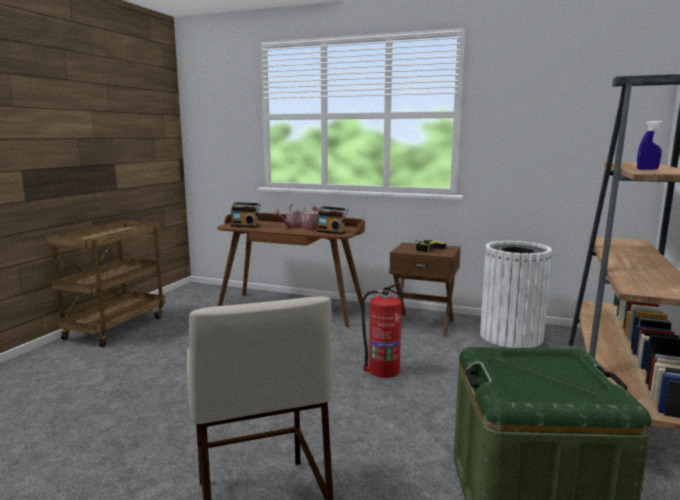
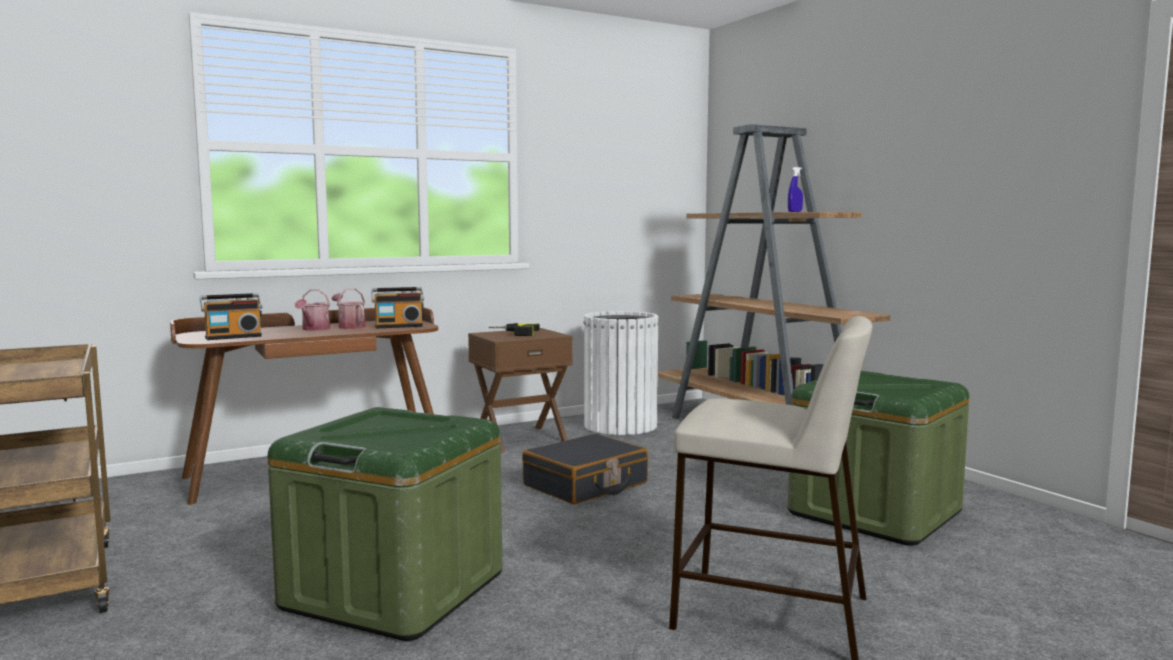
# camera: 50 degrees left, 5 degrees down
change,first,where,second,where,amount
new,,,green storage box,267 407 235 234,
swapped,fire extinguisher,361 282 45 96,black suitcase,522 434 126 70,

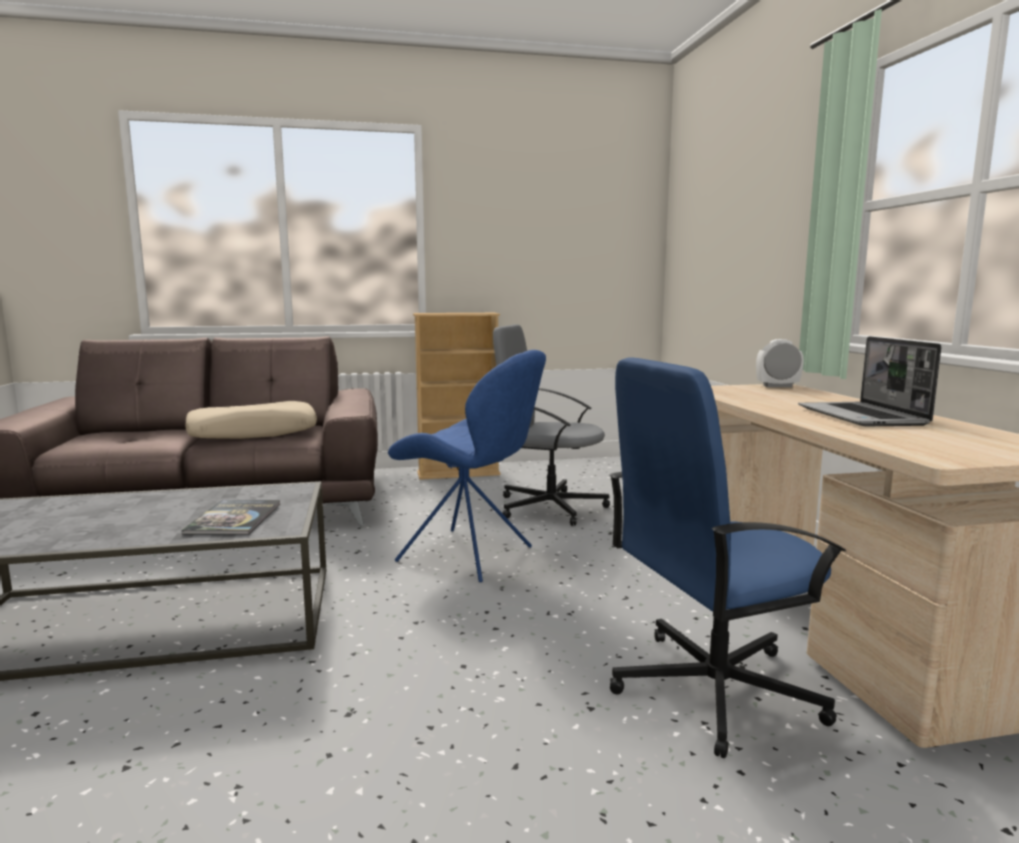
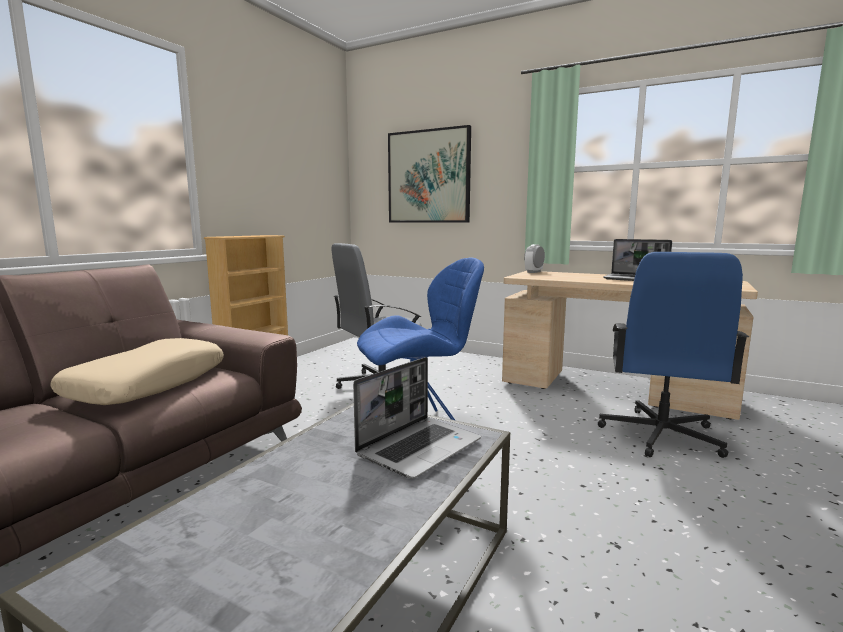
# camera: 50 degrees left, 0 degrees up
change,first,where,second,where,amount
swapped,book,181 500 100 35,laptop,353 357 128 121,
new,,,picture,388 125 83 98,

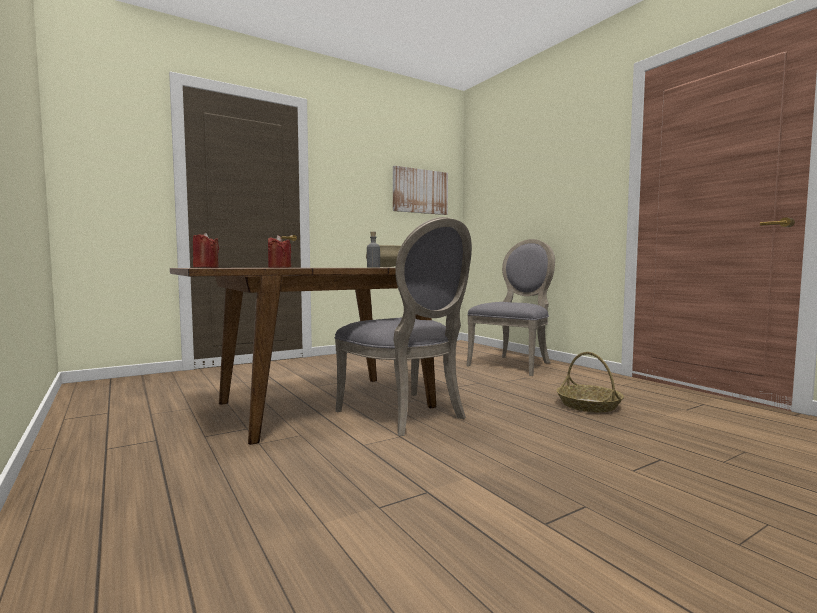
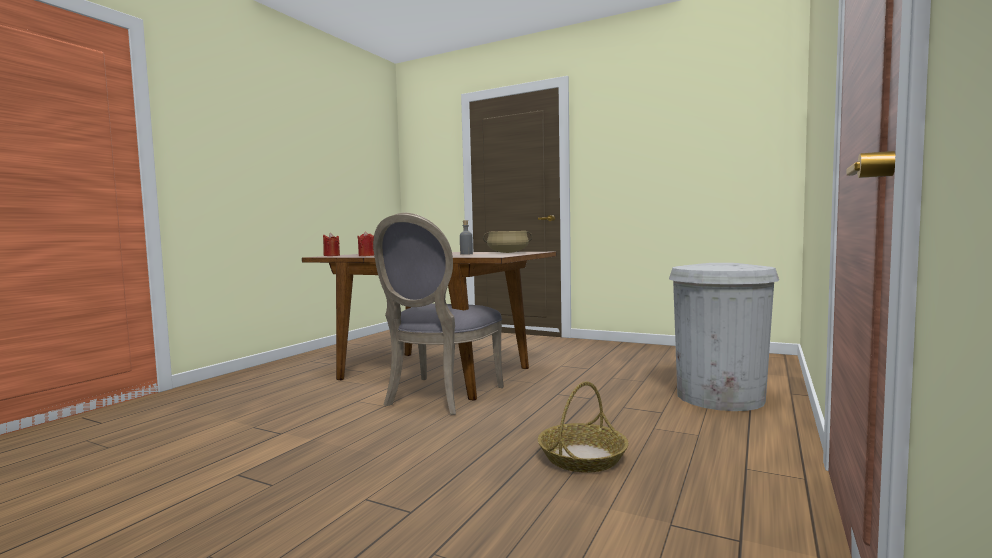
# camera: 60 degrees right, 0 degrees up
change,first,where,second,where,amount
swapped,grey chair,466 239 89 137,white trash can,669 263 110 148,
gone,picture,393 166 55 49,,,

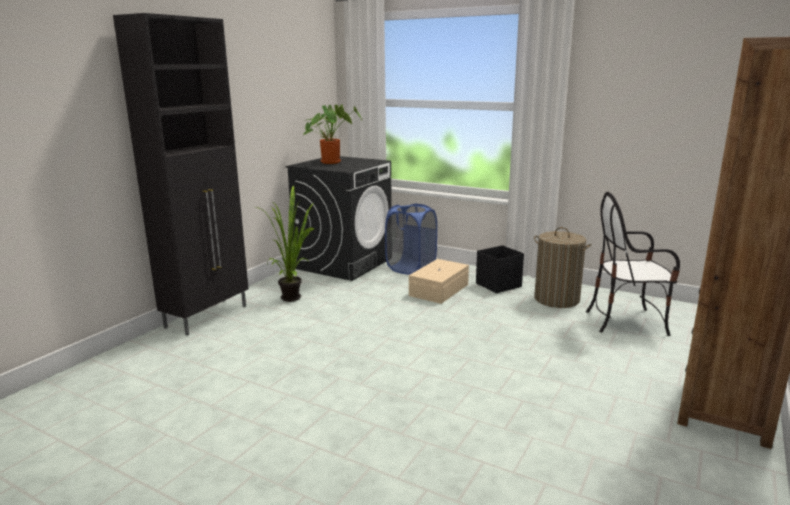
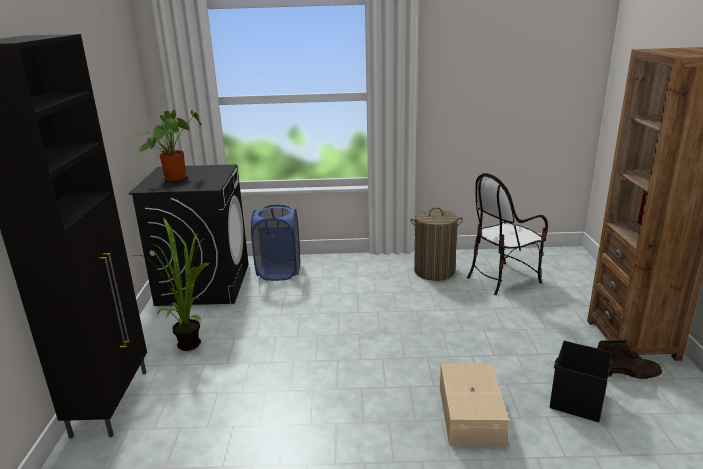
# camera: 30 degrees left, 5 degrees up
change,first,where,second,where,amount
shifted,beige storage box,409 259 60 45,,440 364 69 83,
shifted,black storage box,476 245 48 48,,550 341 62 81,
new,,,brown boot,597 339 65 40,

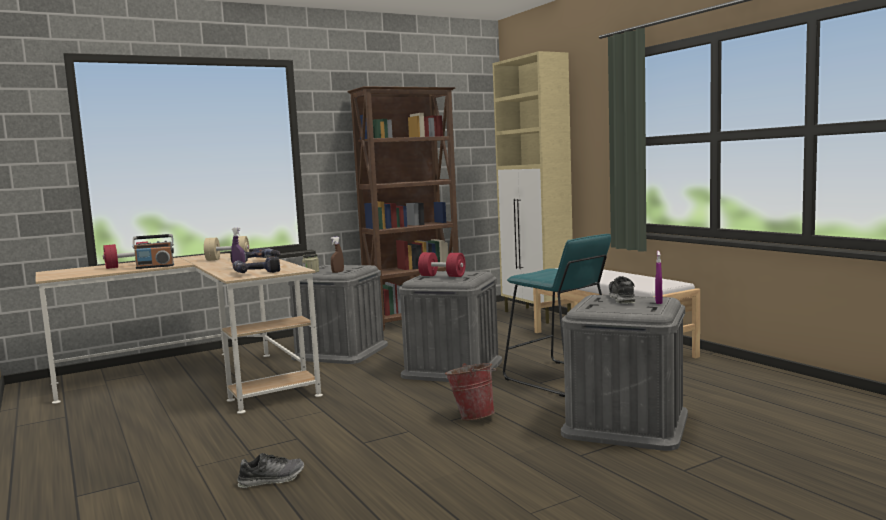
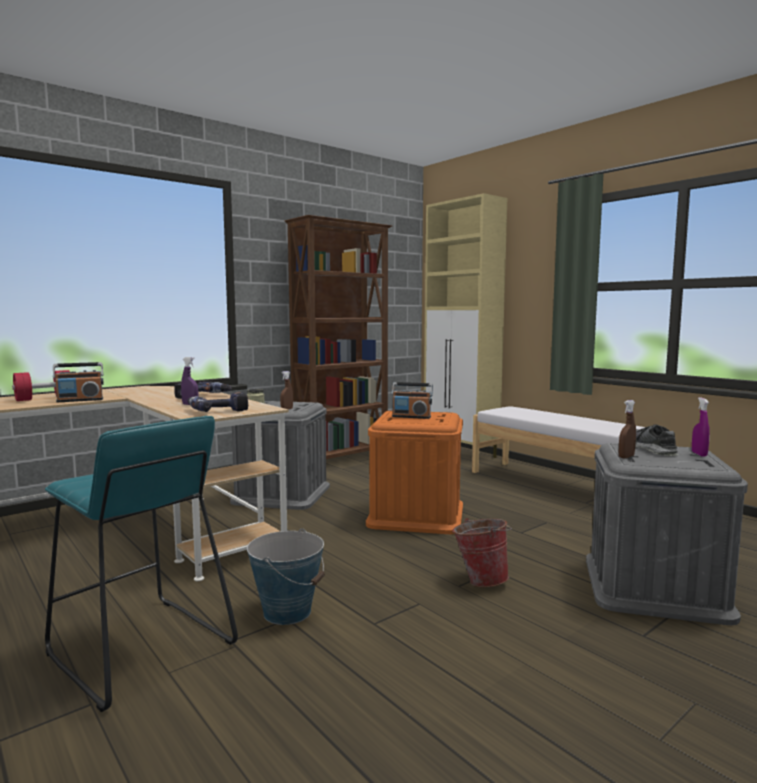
# camera: 10 degrees left, 0 degrees up
change,first,where,second,where,amount
shifted,turquoise stool,503 234 108 163,,45 416 193 296,
new,,,bucket,247 528 78 97,
repainted,grey storage box,399 271 103 111,orange storage box,366 411 97 123,
swapped,red dumbbell,418 252 48 25,radio,392 382 41 37,
new,,,brown spray bottle,619 400 17 58,
gone,beige dumbbell,204 236 45 25,,,
gone,shoe,238 453 66 35,,,

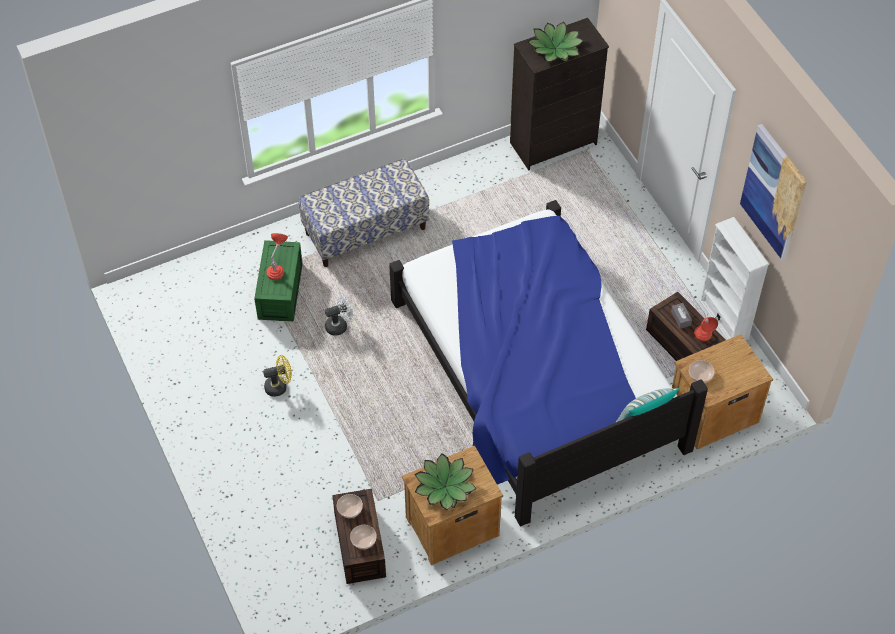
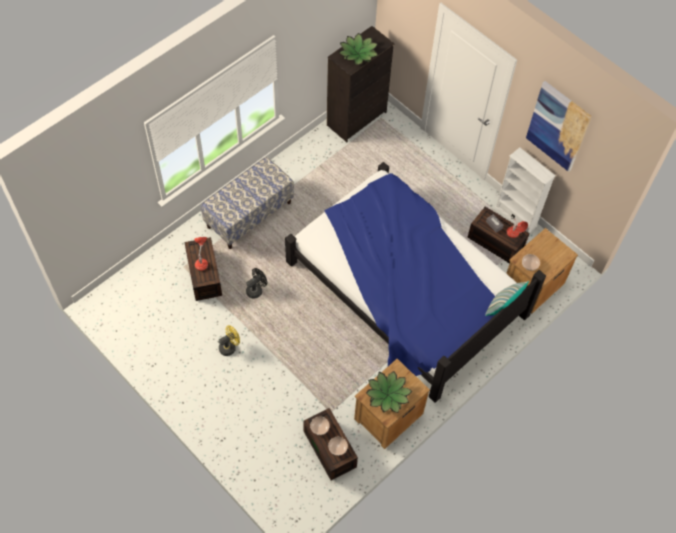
# camera: 20 degrees left, 5 degrees up
change,first,where,second,where,amount
repainted,green storage box,254 240 49 81,brown storage box,184 237 38 64,
repainted,white fan,325 294 28 42,black fan,246 268 21 31,

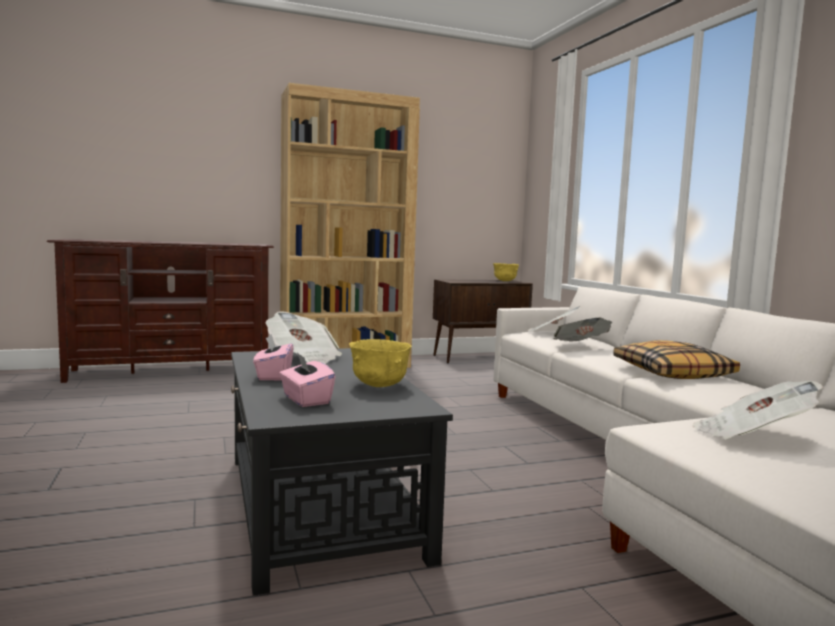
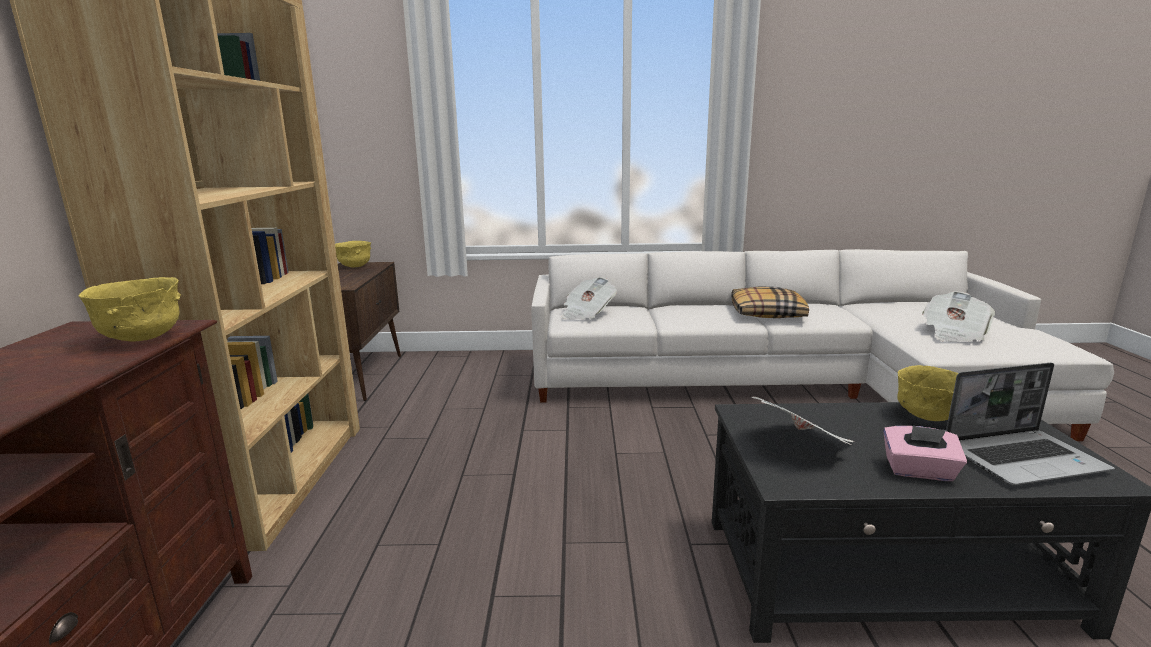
# camera: 70 degrees left, 10 degrees up
change,first,where,second,where,amount
new,,,yellow bowl,79 277 102 64,
swapped,pink tissue box,279 353 57 54,laptop,946 363 168 122,
gone,newspaper,553 318 59 23,,,

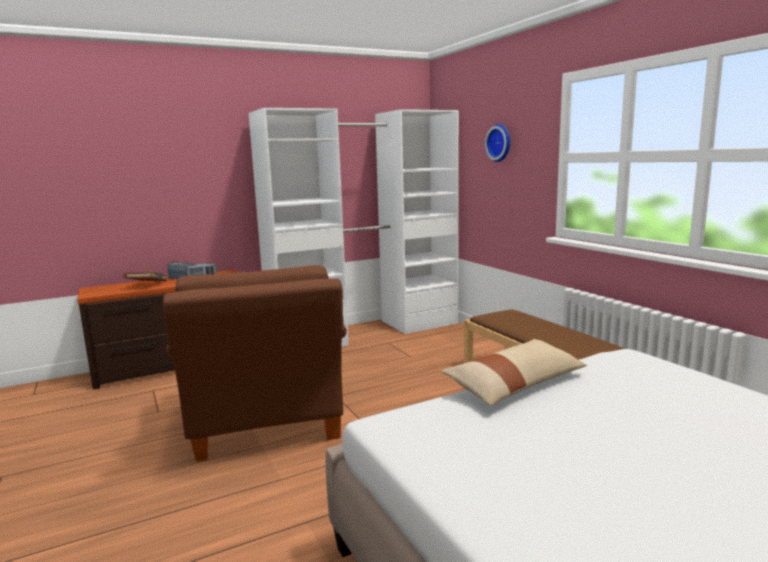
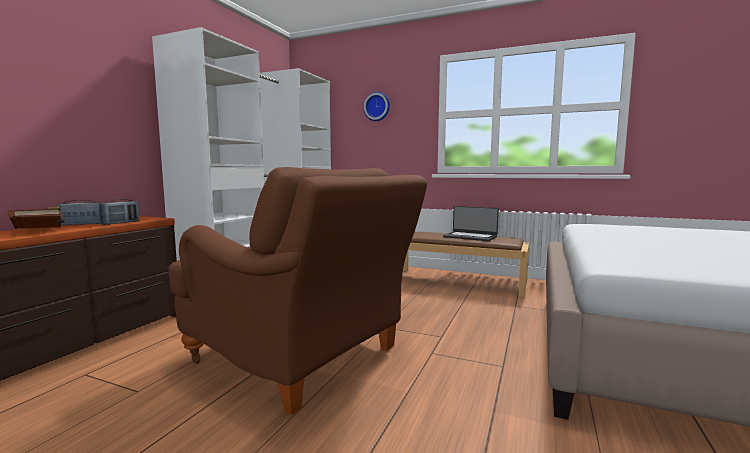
# camera: 40 degrees left, 5 degrees down
change,first,where,second,where,amount
new,,,laptop,443 206 56 35,
gone,beige pillow,441 339 146 67,,,

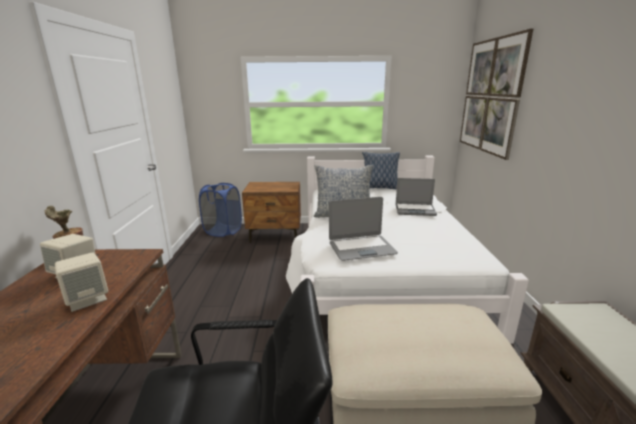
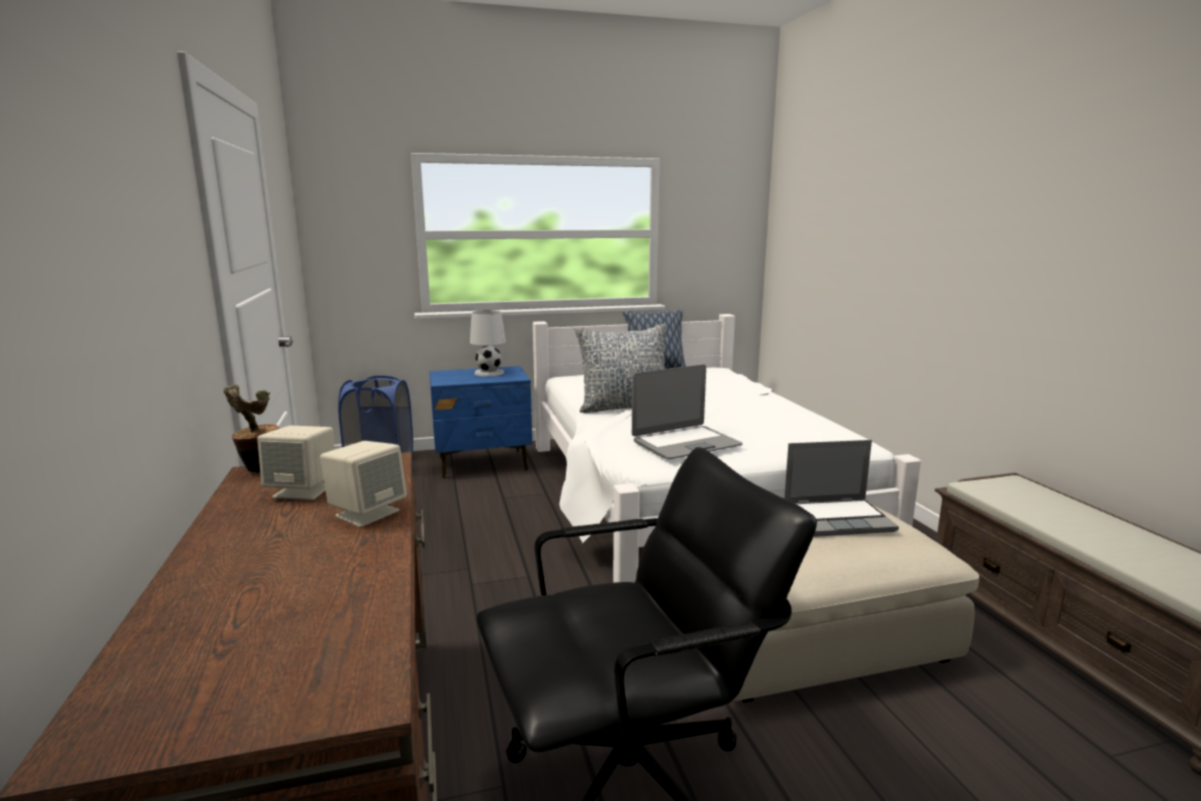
# camera: 15 degrees left, 5 degrees down
change,first,where,second,where,amount
repainted,brown nightstand,242 182 59 61,blue nightstand,429 366 103 112,
new,,,white table lamp,470 310 36 67,
shifted,laptop,396 178 41 38,,784 440 115 97,
gone,picture,460 29 73 131,,,

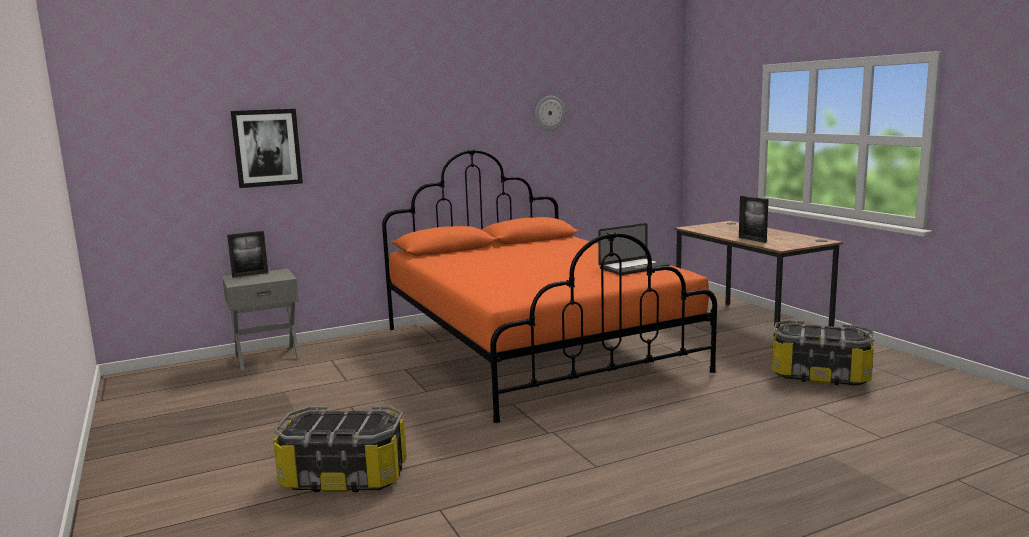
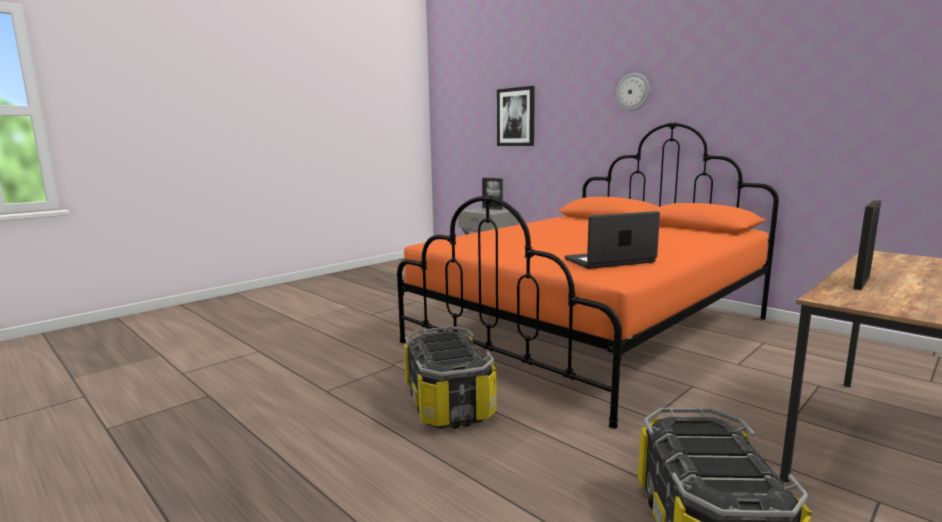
# camera: 70 degrees right, 0 degrees up
change,first,where,second,where,amount
shifted,storage box,273 406 134 86,,404 326 93 103,
rotated,laptop,598 223 71 52,,565 211 95 58,120 degrees clockwise
shifted,wall clock,535 96 31 35,,616 73 34 38,

